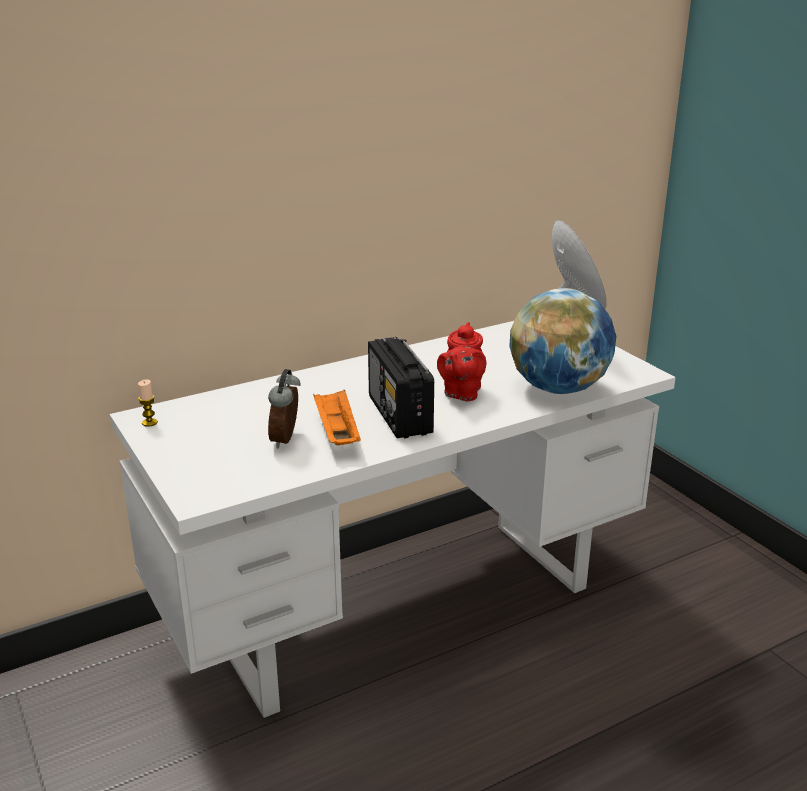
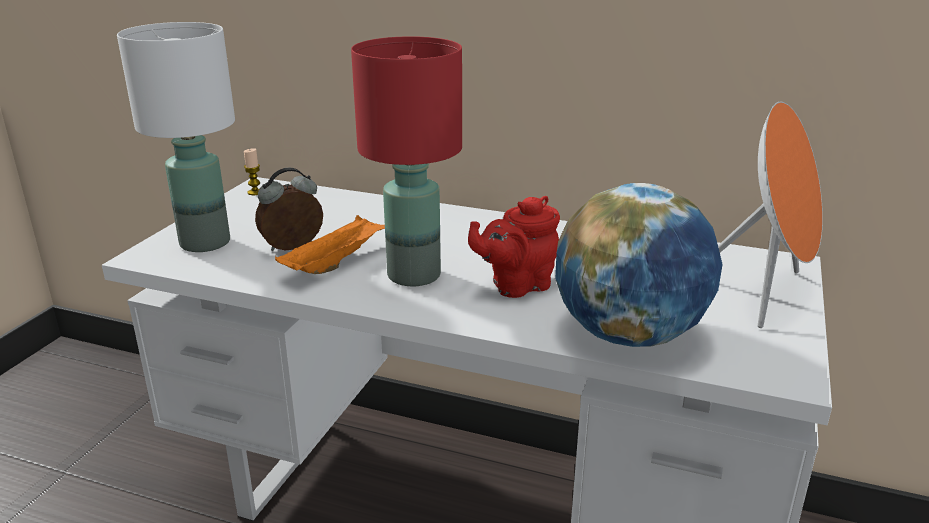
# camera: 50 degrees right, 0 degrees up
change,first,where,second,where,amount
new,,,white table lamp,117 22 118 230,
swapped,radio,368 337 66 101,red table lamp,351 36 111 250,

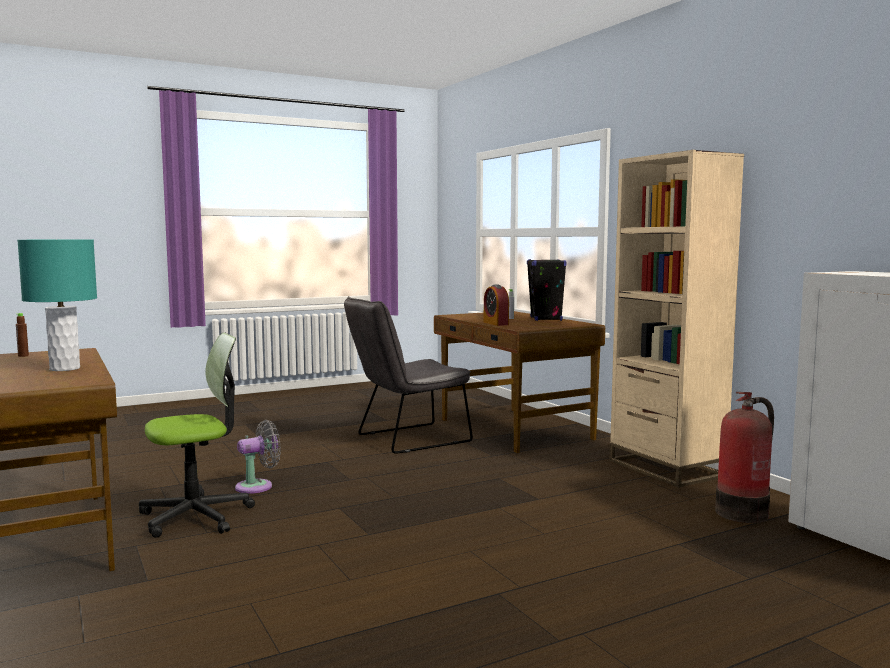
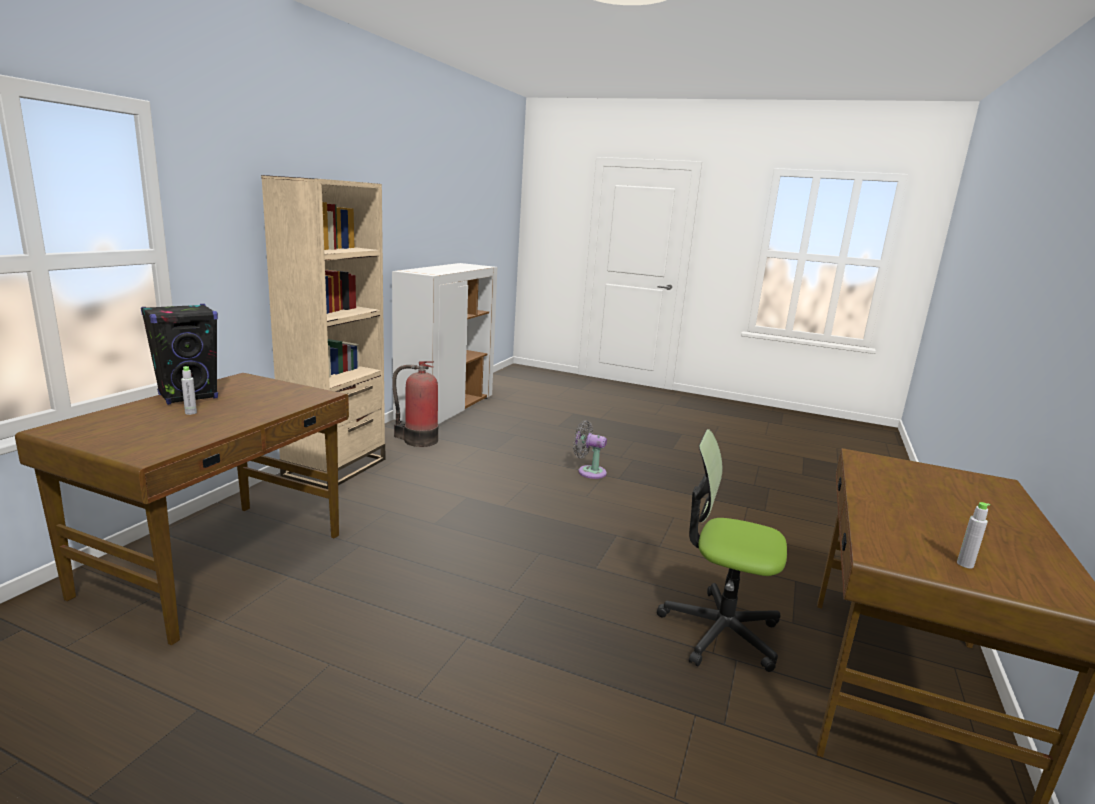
# camera: 130 degrees left, 10 degrees up
change,first,where,second,where,amount
shifted,grey fan,235 420 46 74,,573 420 34 59,
repainted,brown bottle,16 313 13 44,grey bottle,957 502 33 67,
gone,turquoise table lamp,17 240 80 131,,,
gone,grey chair,344 297 129 157,,,
gone,alarm clock,484 284 25 42,,,

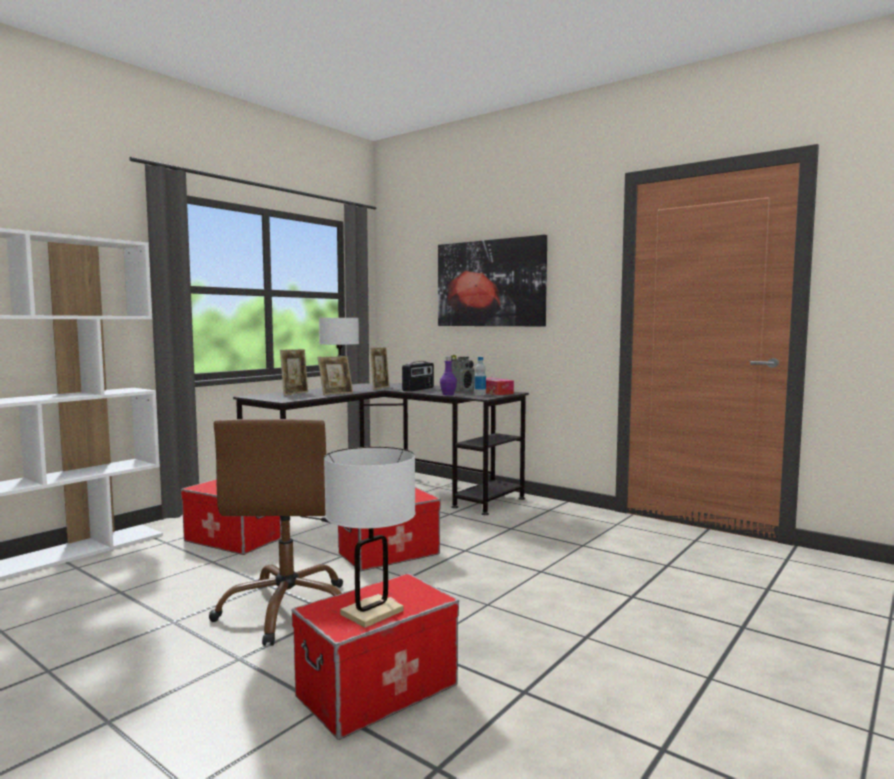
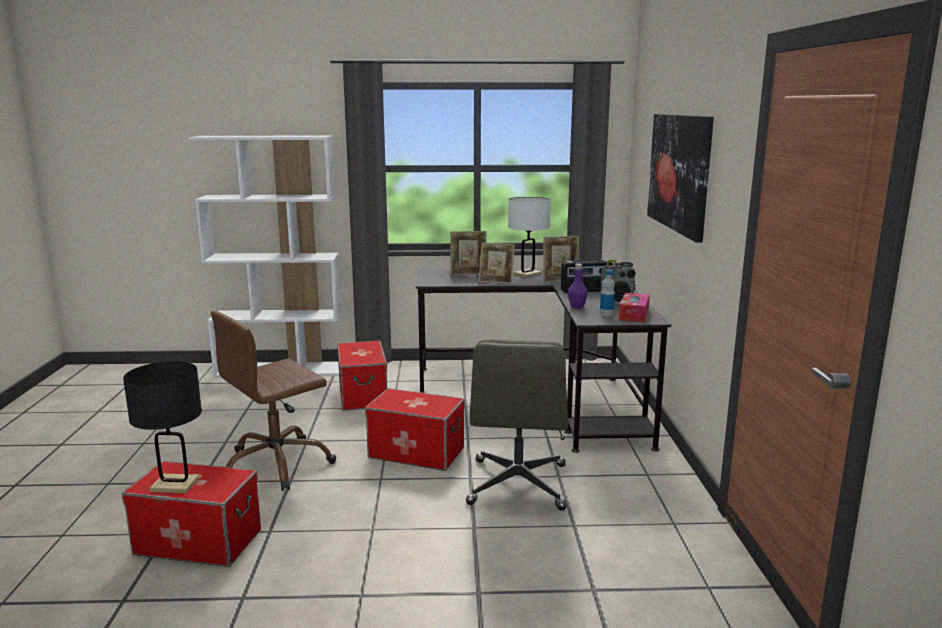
# camera: 50 degrees right, 10 degrees up
change,first,where,second,where,amount
repainted,white table lamp,324 447 92 181,black table lamp,123 361 79 132,
new,,,grey office chair,466 339 102 172,

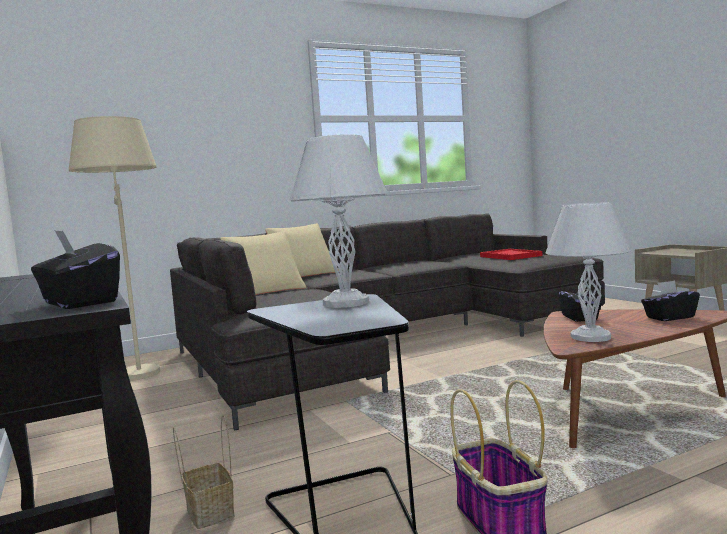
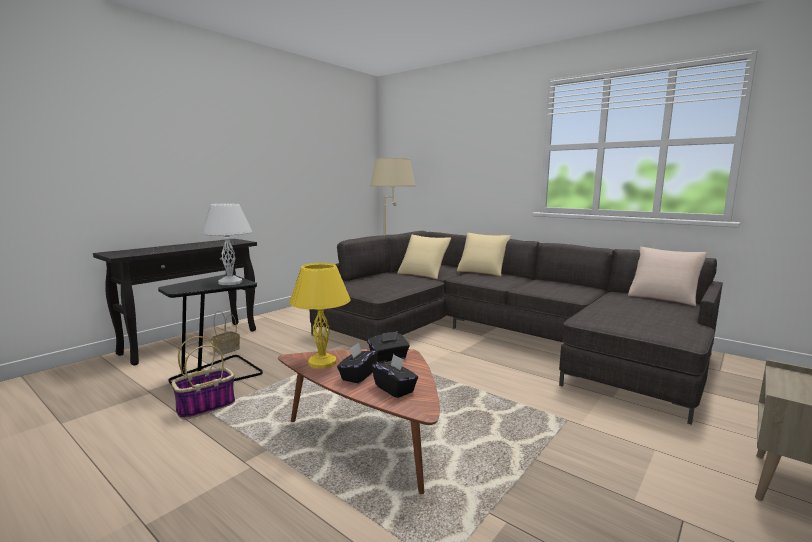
# camera: 65 degrees right, 5 degrees up
change,first,where,second,where,amount
repainted,white table lamp,546 202 85 140,yellow table lamp,289 263 62 106,
shifted,black tissue box,31 230 89 79,,337 343 41 40,
new,,,beige pillow,628 247 79 59,
gone,red tray,480 249 62 11,,,

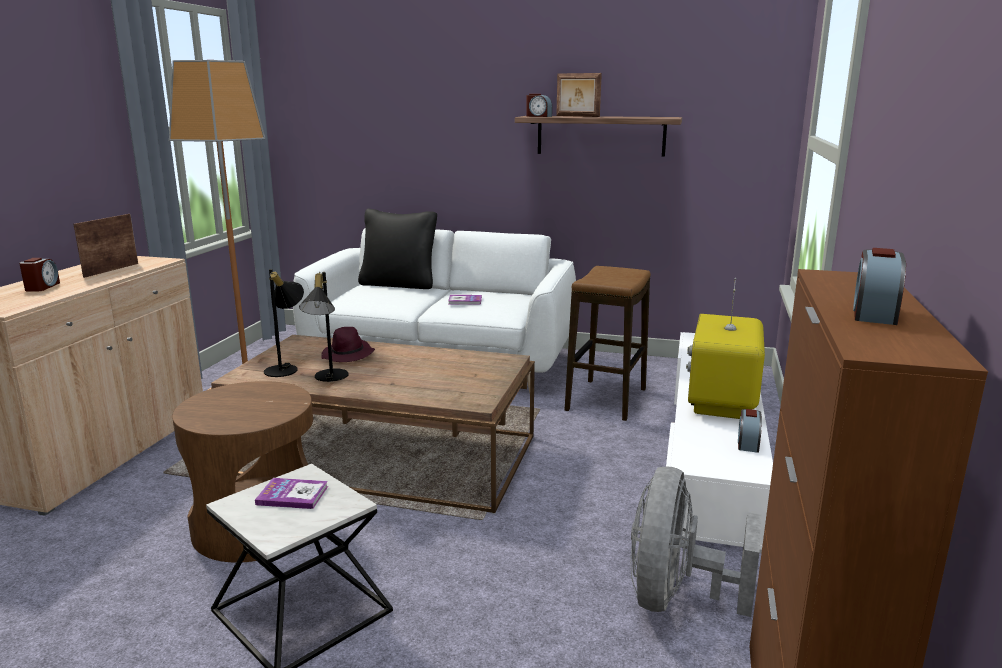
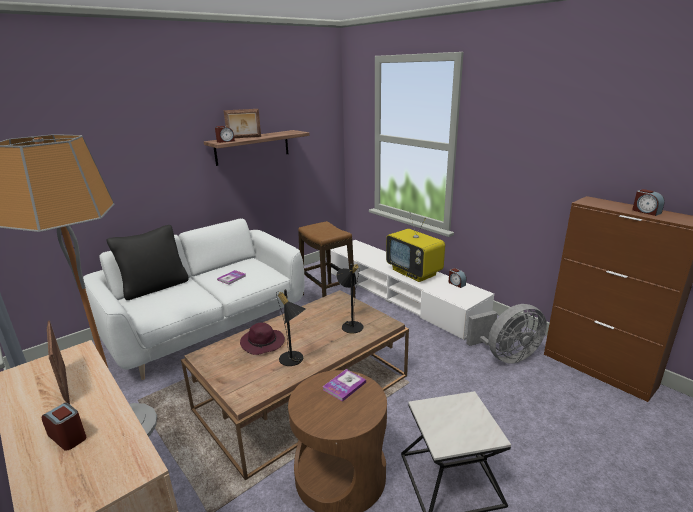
# camera: 55 degrees left, 5 degrees up
change,first,where,second,where,amount
shifted,book,255 478 73 31,,323 369 43 33,
shifted,black table lamp,264 269 40 108,,336 264 27 69,
rotated,grey fan,630 467 131 150,,466 304 81 59,75 degrees counterclockwise

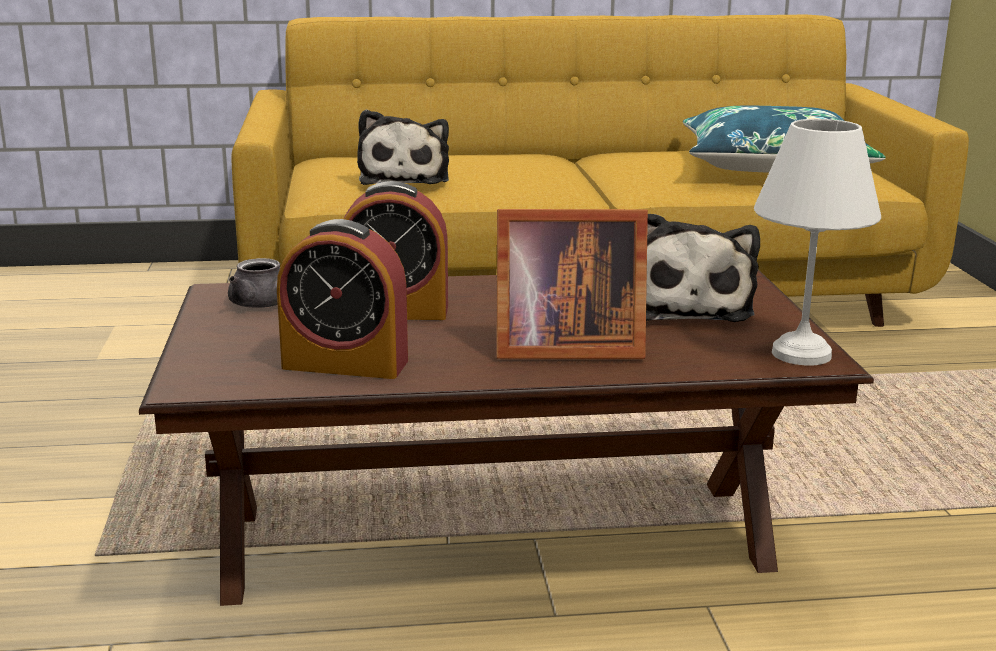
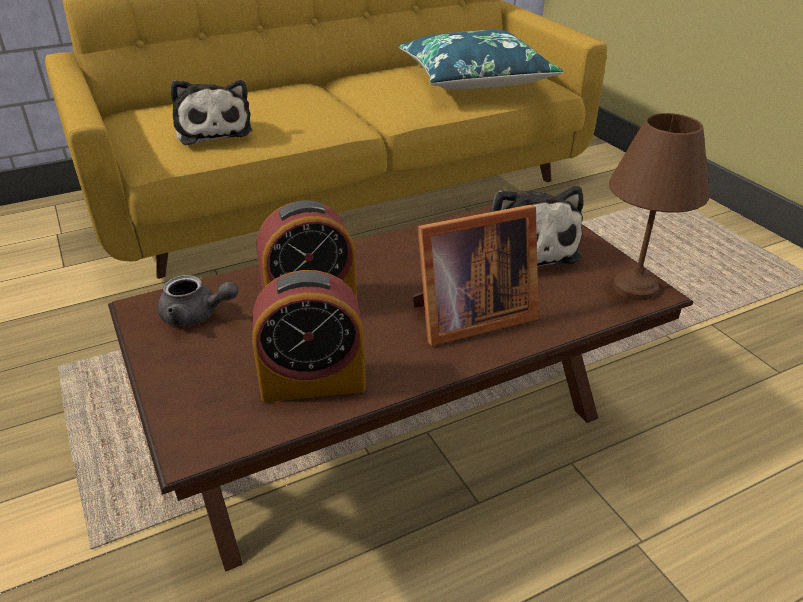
# camera: 20 degrees left, 15 degrees up
change,first,where,second,where,amount
repainted,white table lamp,754 119 127 247,brown table lamp,609 113 101 187,

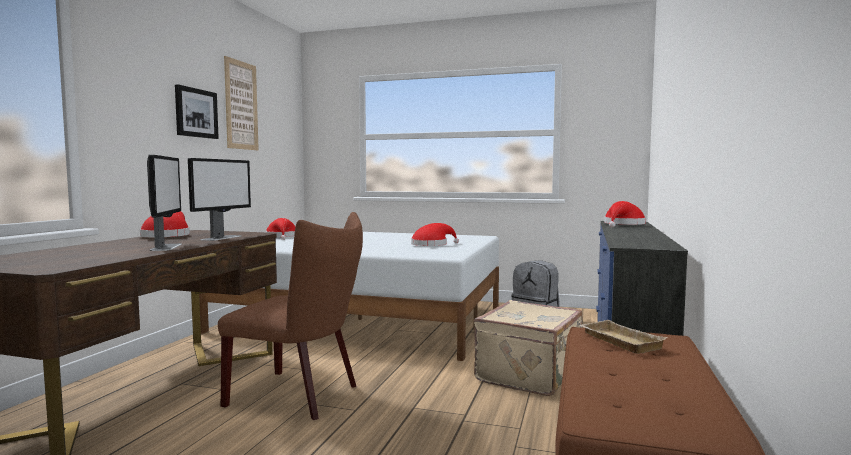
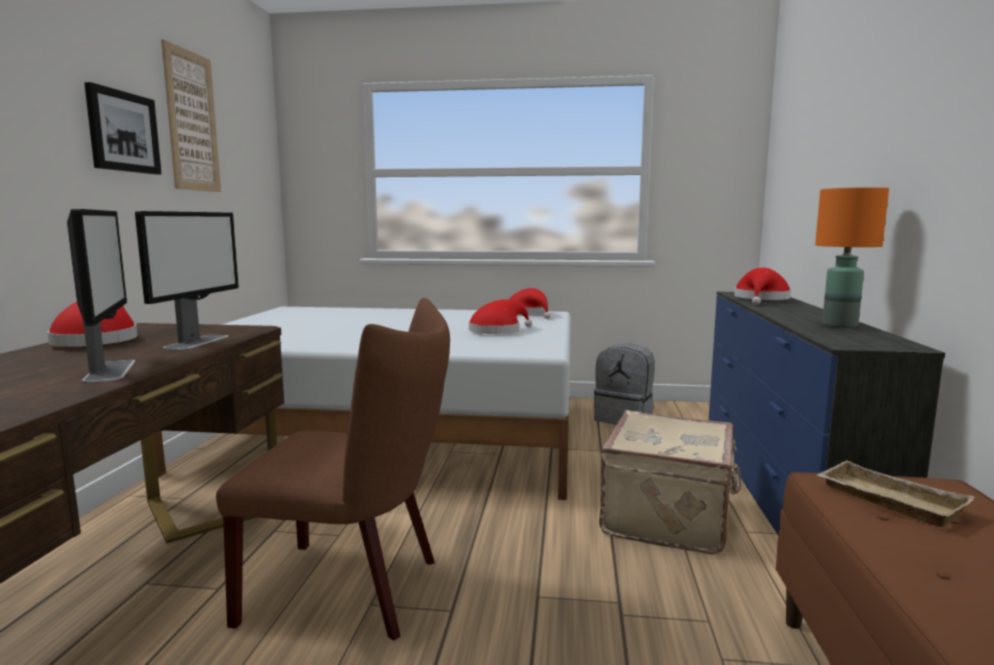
# camera: 10 degrees left, 5 degrees up
change,first,where,second,where,amount
shifted,red hat,266 218 29 22,,509 288 42 31,
new,,,orange table lamp,815 187 74 141,

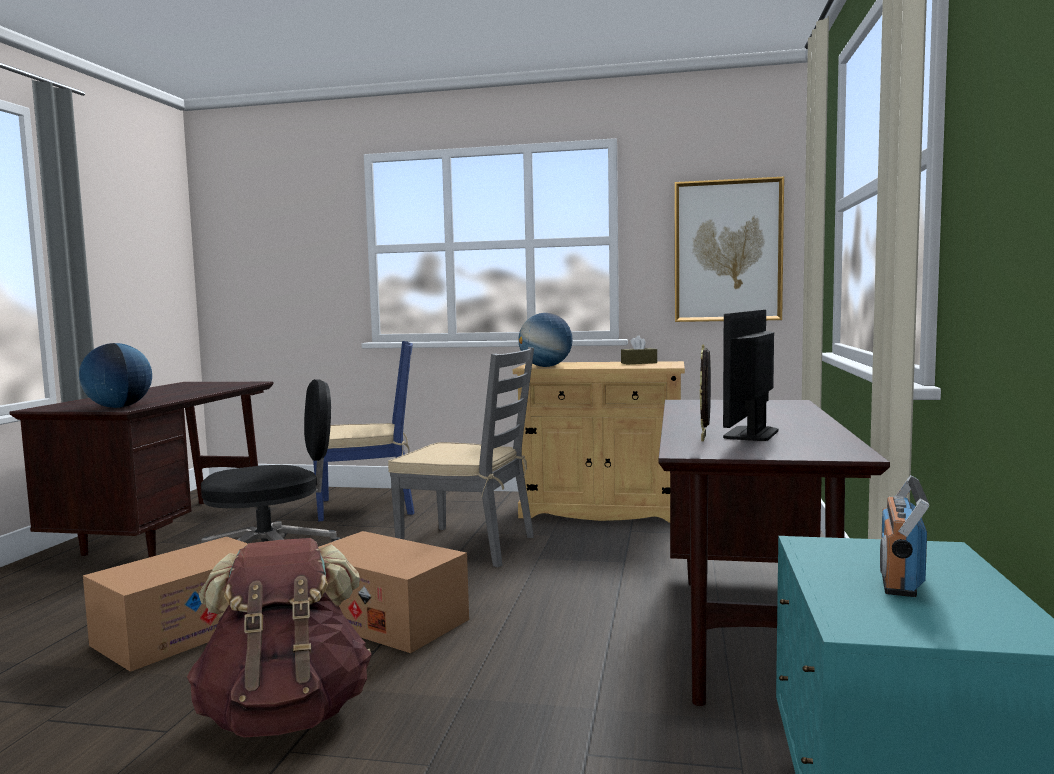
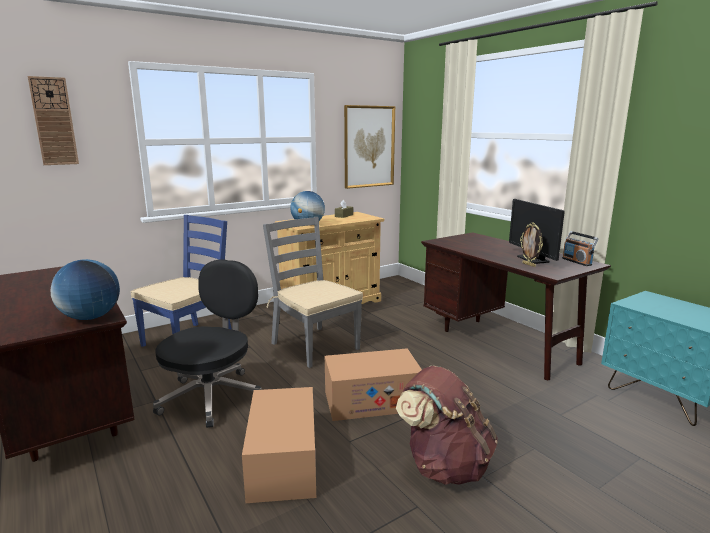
# camera: 45 degrees left, 10 degrees up
change,first,where,second,where,amount
new,,,wall clock,28 76 51 89,
rotated,grey chair,388 347 146 220,,263 217 100 151,105 degrees counterclockwise
shifted,radio,880 475 49 122,,562 231 37 35,

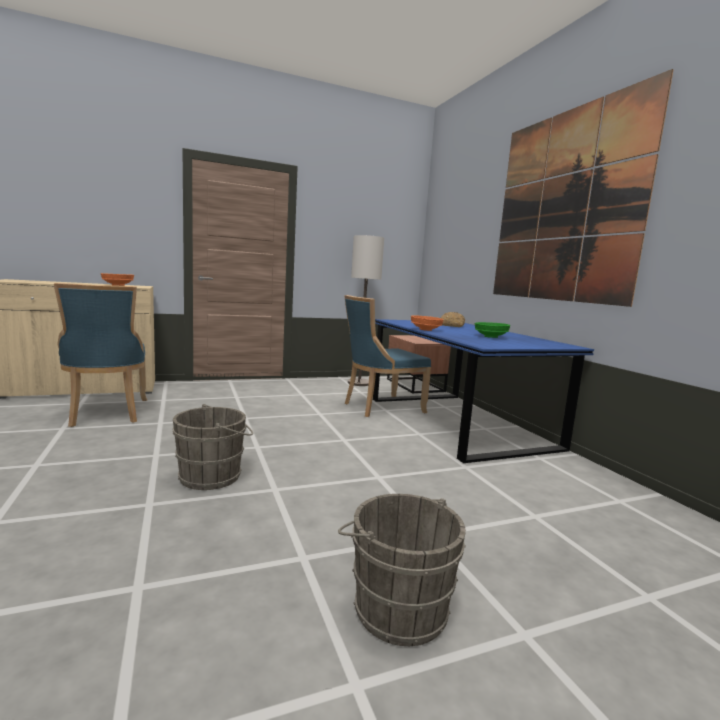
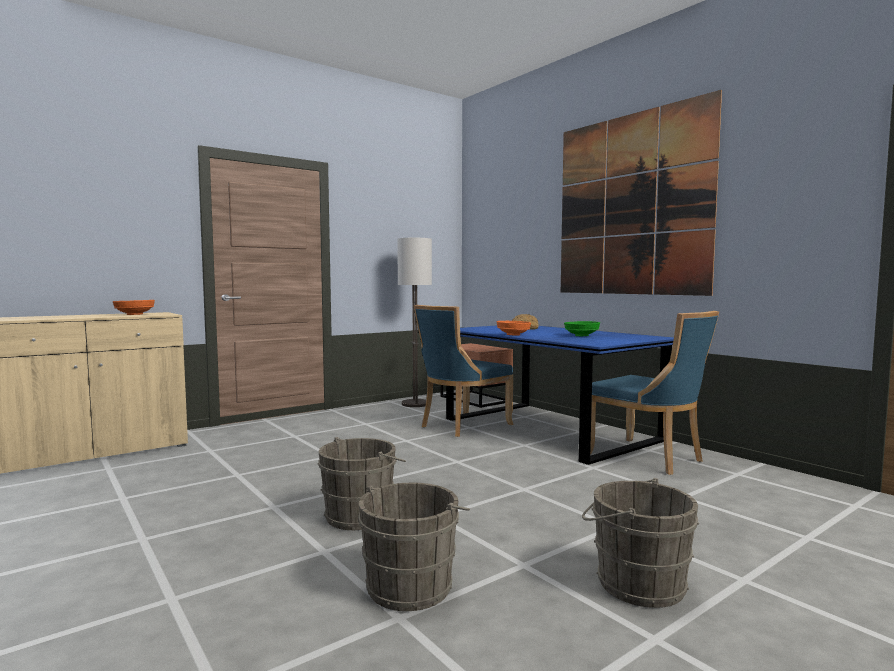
# camera: 15 degrees left, 5 degrees down
change,first,where,second,where,amount
new,,,grey bucket,358 482 112 129,
shifted,blue chair,54 283 93 144,,590 311 129 164,

